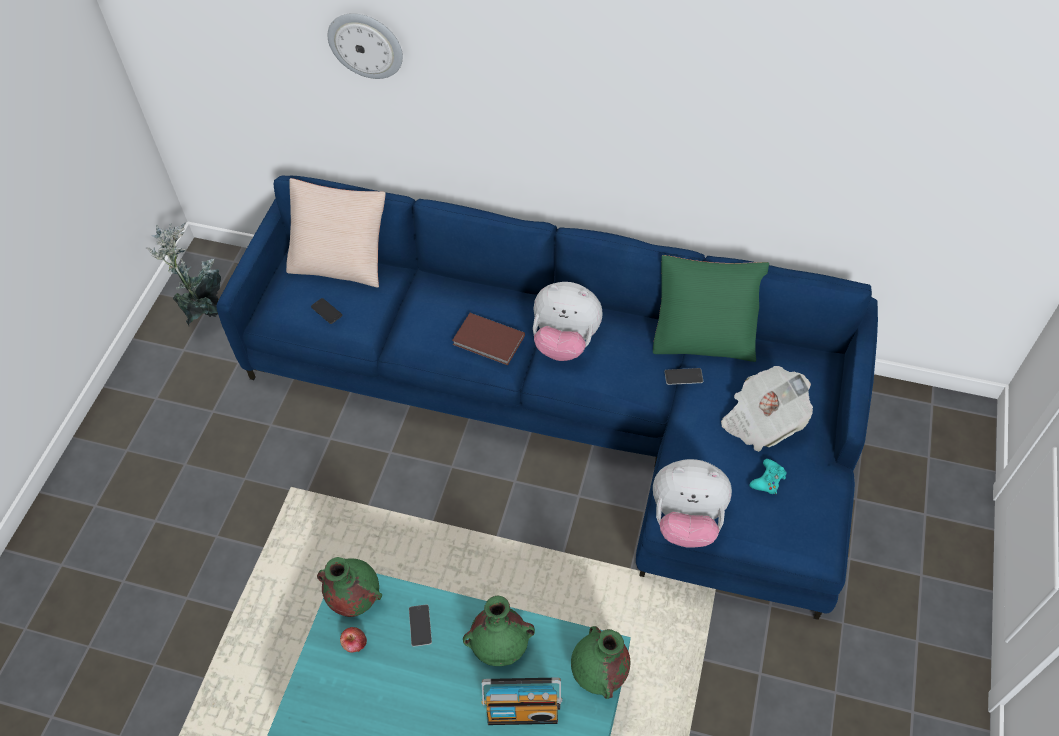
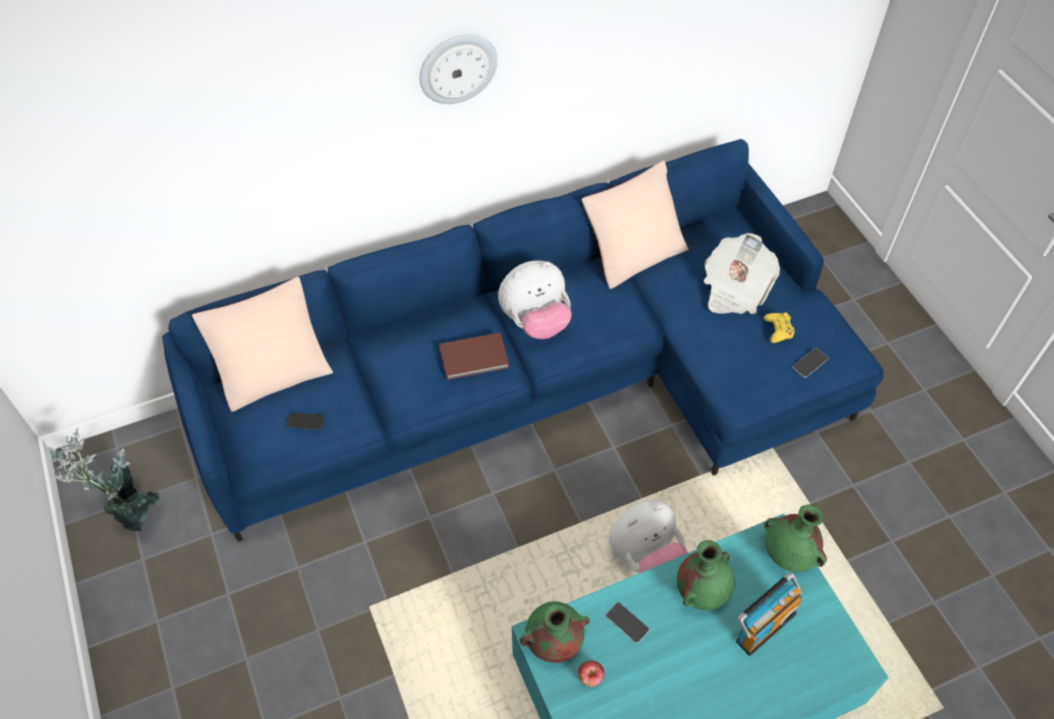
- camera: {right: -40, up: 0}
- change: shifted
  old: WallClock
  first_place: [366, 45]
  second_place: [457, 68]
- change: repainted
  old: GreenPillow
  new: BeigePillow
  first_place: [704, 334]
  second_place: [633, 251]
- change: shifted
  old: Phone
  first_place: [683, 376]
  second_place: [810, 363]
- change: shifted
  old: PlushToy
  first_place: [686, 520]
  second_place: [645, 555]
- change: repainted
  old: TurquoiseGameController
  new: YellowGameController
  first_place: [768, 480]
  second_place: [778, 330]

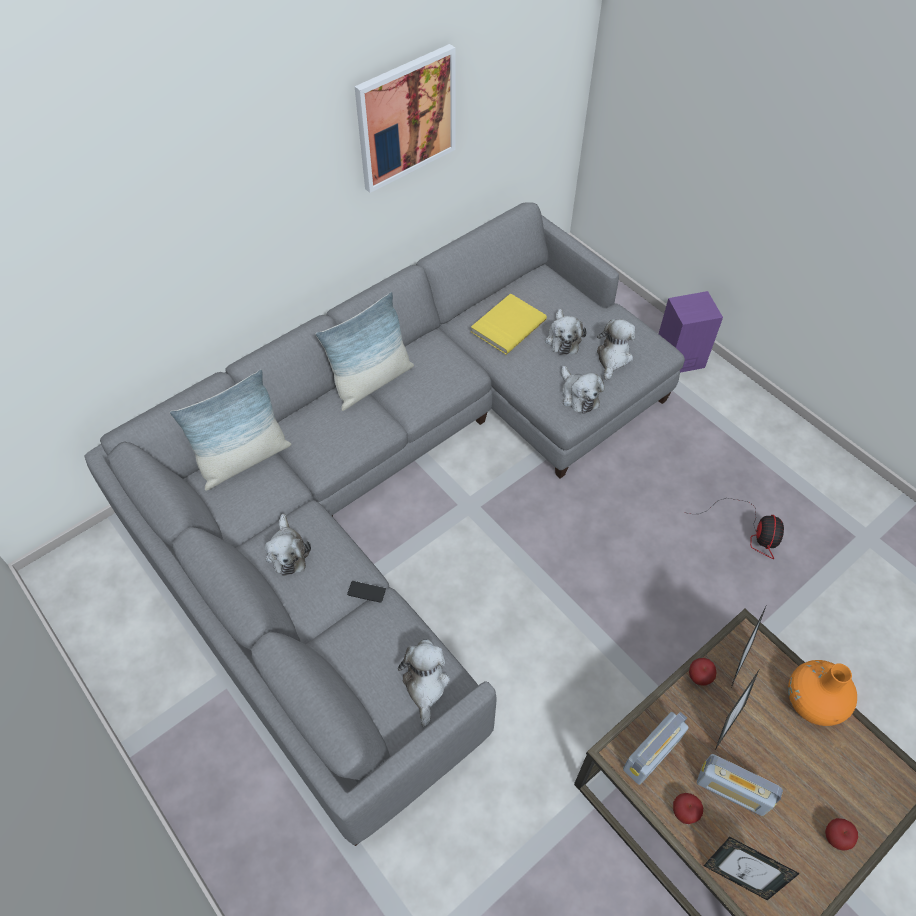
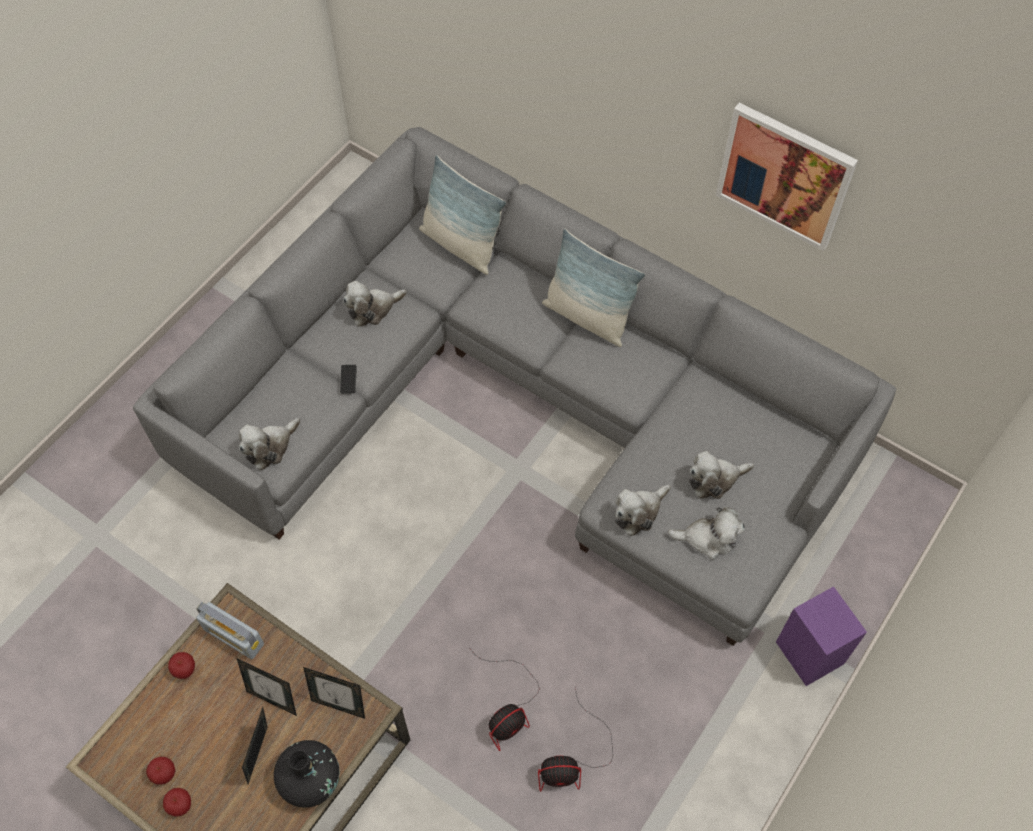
- camera: {right: 75, up: 5}
- change: gone
  old: YellowBook
  first_place: [507, 325]
- change: rotated
  old: PlushToy
  first_place: [425, 685]
  second_place: [270, 447]
  degrees: 150
- change: shifted
  old: Apple
  first_place: [698, 677]
  second_place: [165, 774]
- change: repainted
  old: OrangeVase
  new: BlackVase
  first_place: [812, 702]
  second_place: [310, 780]
- change: gone
  old: Radio
  first_place: [732, 790]
- change: shifted
  old: PictureFrame
  first_place: [736, 877]
  second_place: [262, 756]
- change: new
  new: Fan
  second_place: [508, 709]

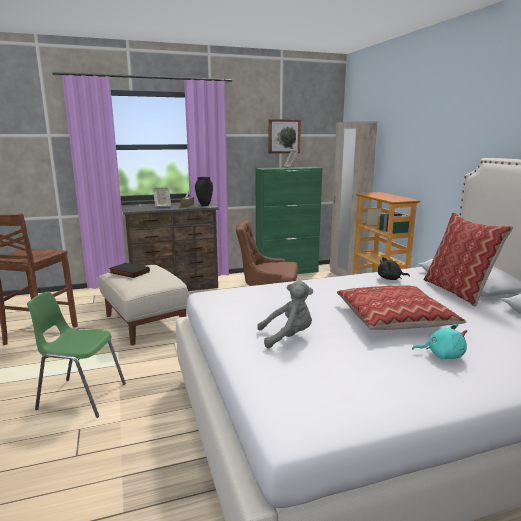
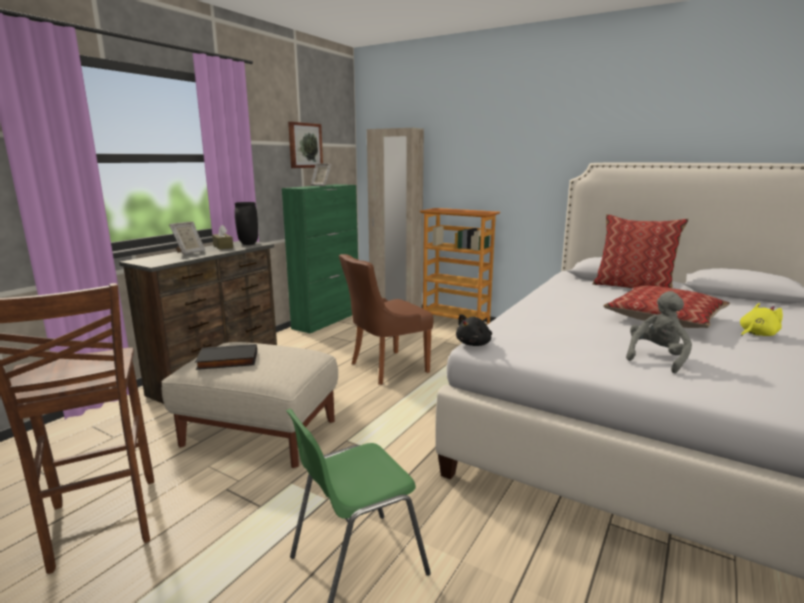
- camera: {right: -40, up: 0}
- change: shifted
  old: BlackPlushToy
  first_place: [390, 279]
  second_place: [474, 344]
- change: repainted
  old: TurquoisePlushToy
  new: YellowPlushToy
  first_place: [442, 355]
  second_place: [756, 334]

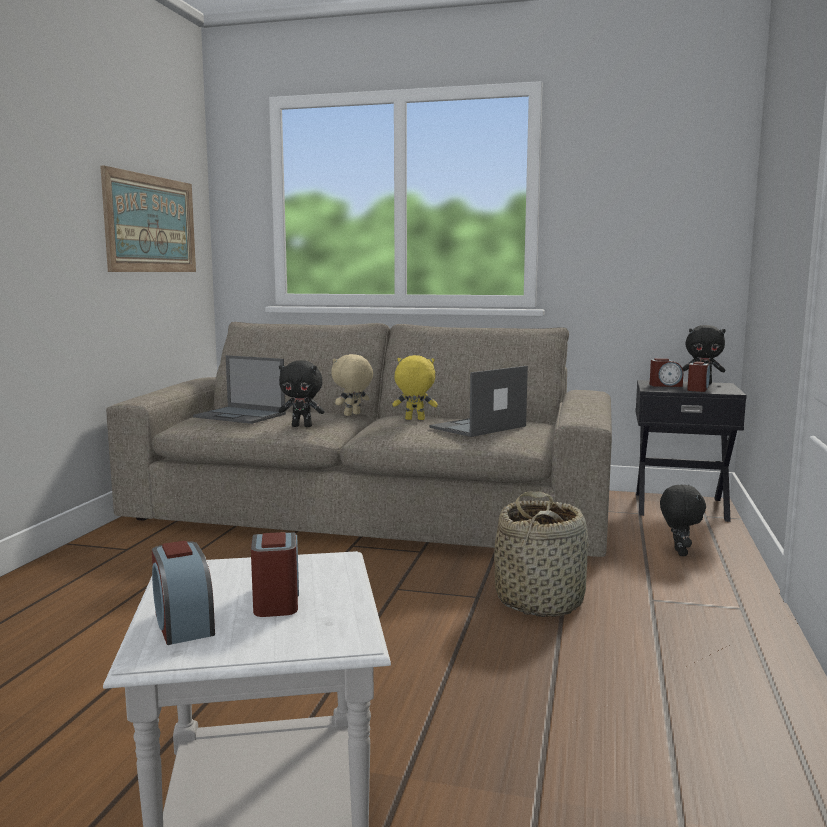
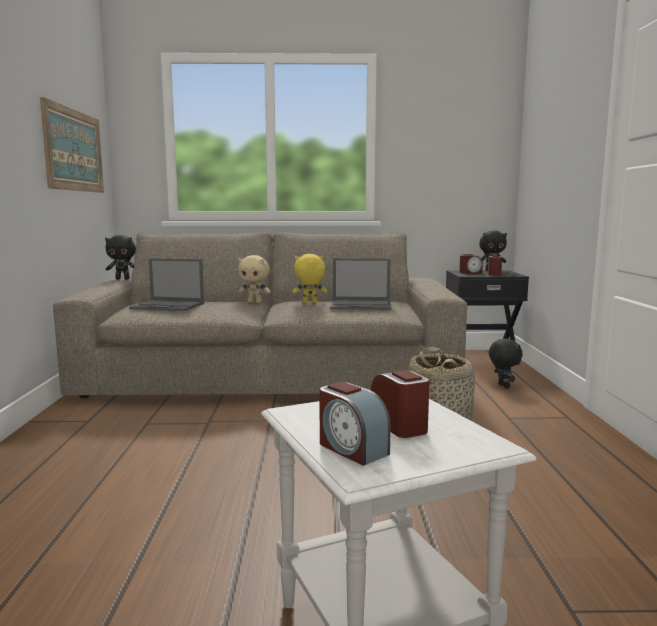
- camera: {right: -15, up: 0}
- change: rotated
  old: BeigePlushToy
  first_place: [352, 415]
  second_place: [255, 302]
  degrees: -105
- change: shifted
  old: BlackPlushToy
  first_place: [302, 426]
  second_place: [123, 279]
- change: rotated
  old: Laptop
  first_place: [477, 427]
  second_place: [361, 305]
  degrees: -120

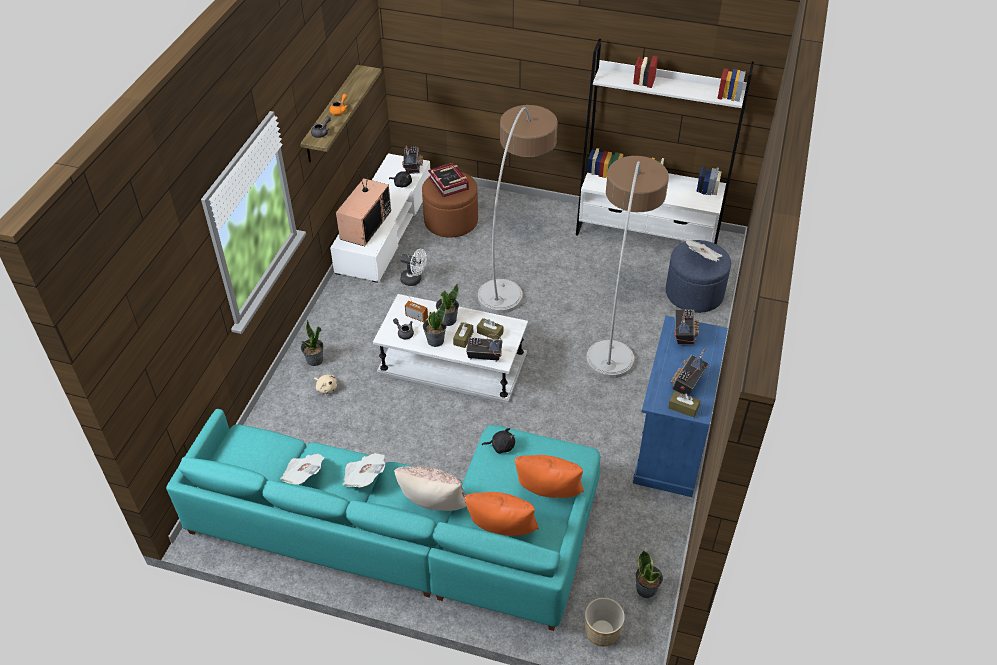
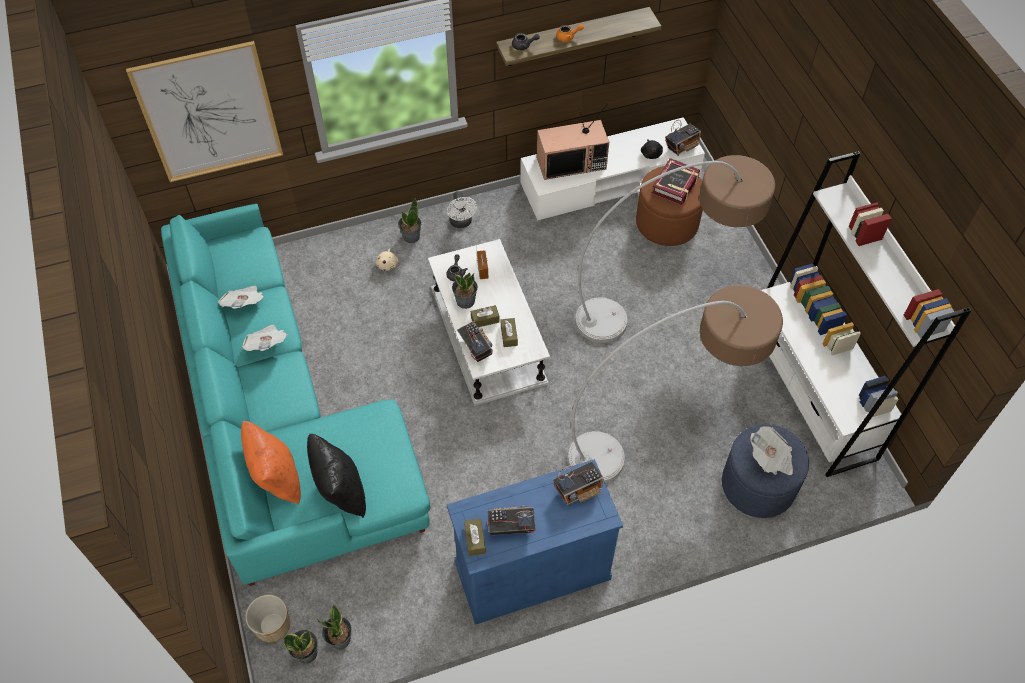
- camera: {right: 55, up: 10}
- change: shifted
  old: WhiteFan
  first_place: [414, 280]
  second_place: [461, 223]
- change: shifted
  old: PottedPlant
  first_place: [447, 320]
  second_place: [306, 652]
- change: gone
  old: BlackPlushToy
  first_place: [501, 446]
- change: repainted
  old: OrangePillow
  new: BlackPillow
  first_place: [548, 494]
  second_place: [340, 491]
- change: gone
  old: BeigePillow
  first_place: [434, 506]
- change: new
  new: Picture
  second_place: [209, 113]

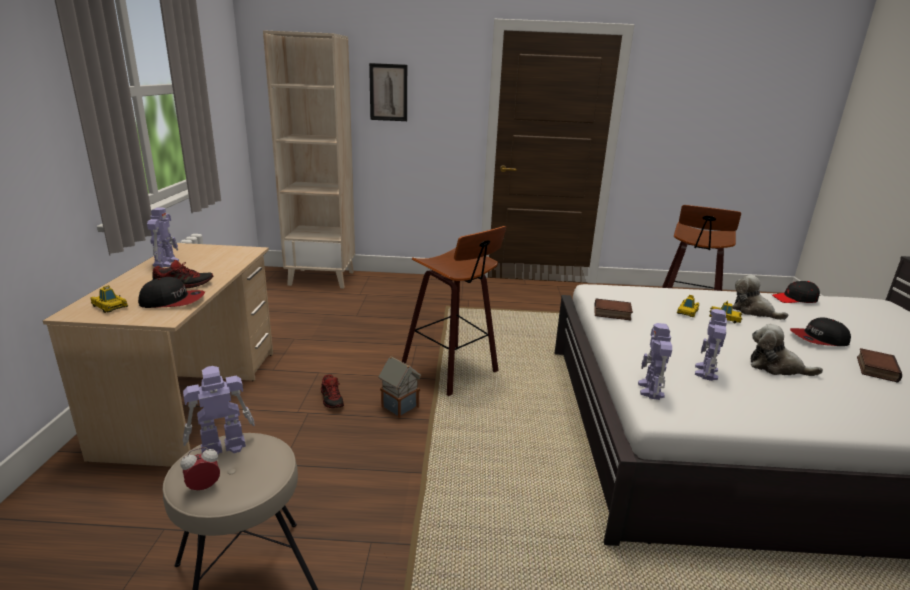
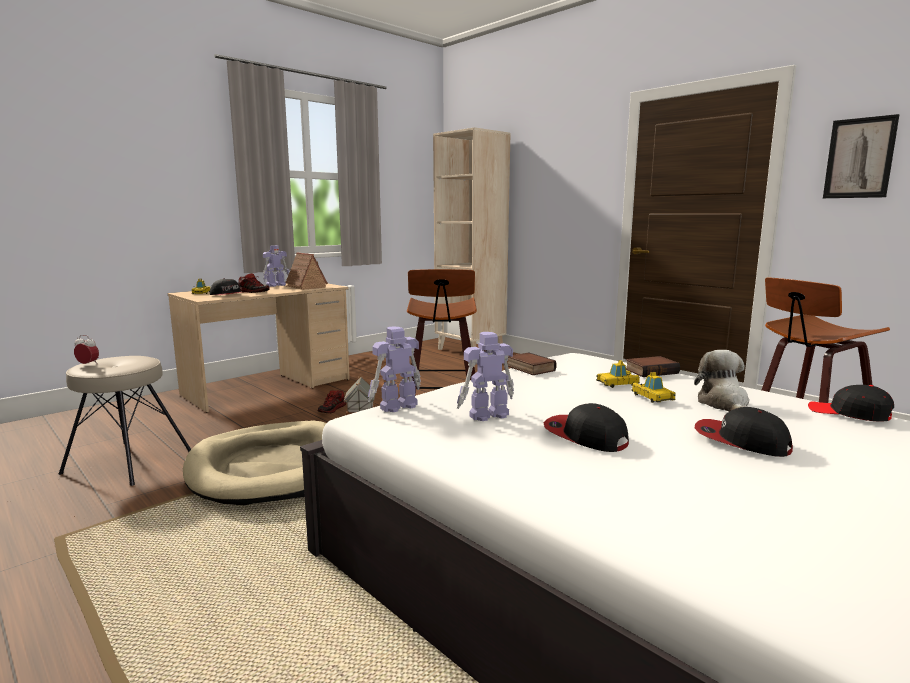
- camera: {right: 45, up: -10}
- change: shifted
  old: Picture
  first_place: [388, 92]
  second_place: [859, 158]
- change: swapped
  old: PlushToy
  new: Cap
  first_place: [776, 367]
  second_place: [585, 436]
- change: shifted
  old: Book
  first_place: [875, 368]
  second_place: [651, 371]
- change: gone
  old: ToyRobot
  first_place: [222, 447]
- change: new
  new: ToyHouse
  second_place: [305, 287]
- change: new
  new: BeigeDogBed
  second_place: [272, 468]

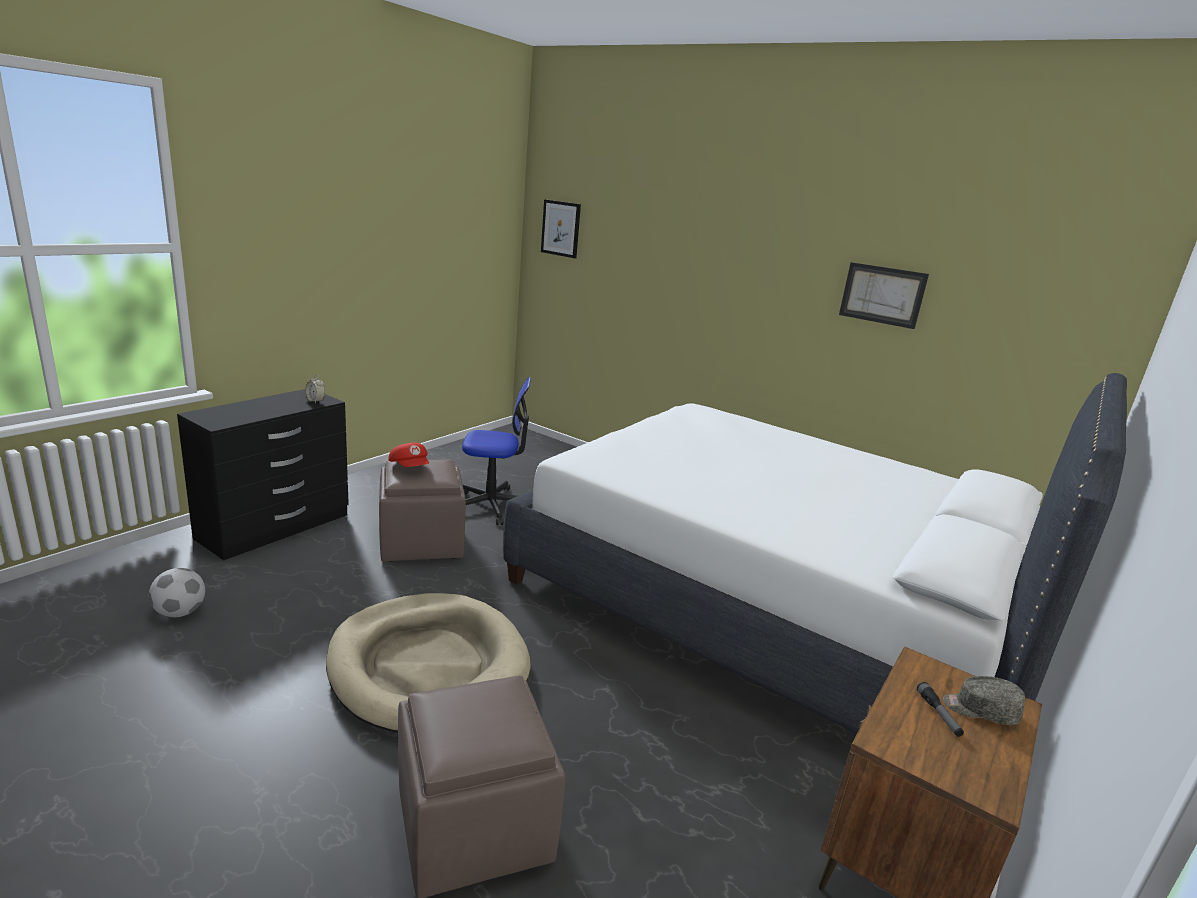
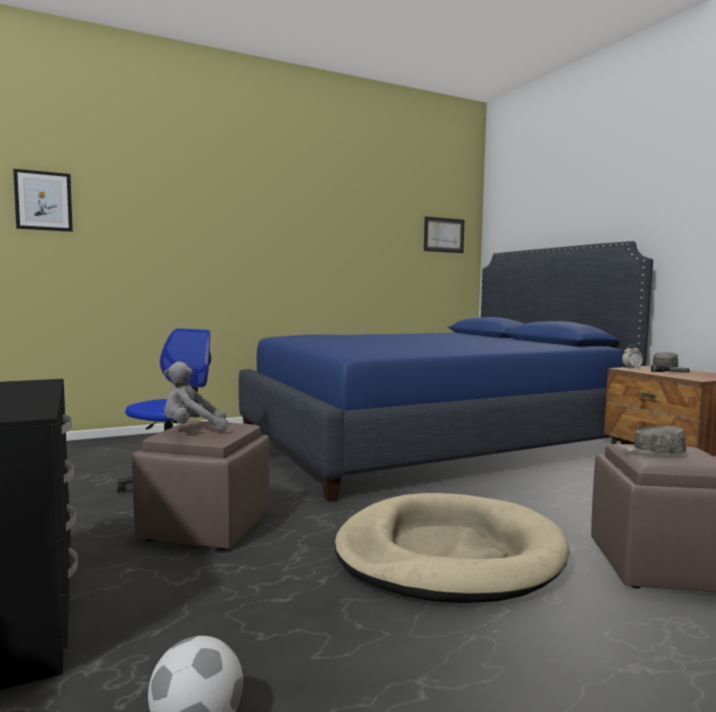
- camera: {right: -60, up: -15}
- change: shifted
  old: Picture
  first_place: [882, 295]
  second_place: [443, 235]
- change: repainted
  old: WhiteBed
  new: BlueBed
  first_place: [770, 605]
  second_place: [430, 441]
- change: shifted
  old: AlarmClock
  first_place: [315, 401]
  second_place: [631, 368]
- change: swapped
  old: RedCap
  new: GreyPlushToy
  first_place: [410, 467]
  second_place: [192, 430]
- change: new
  new: GreyCap
  second_place: [653, 453]

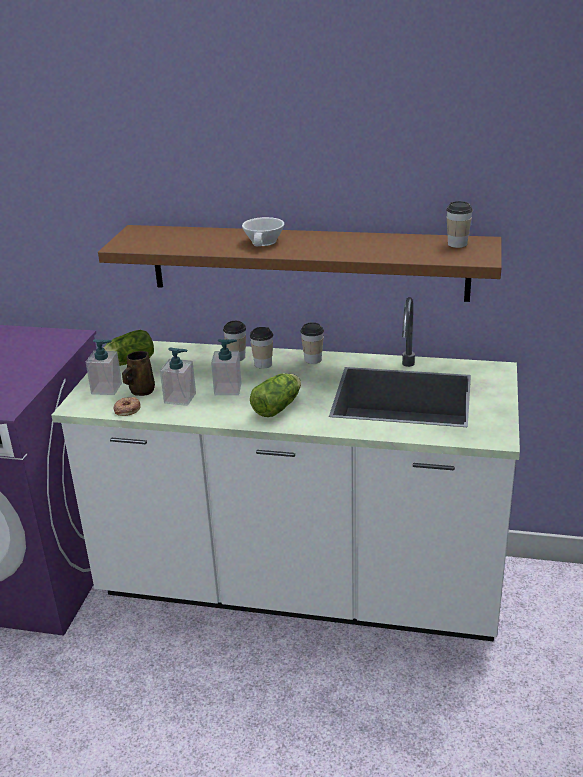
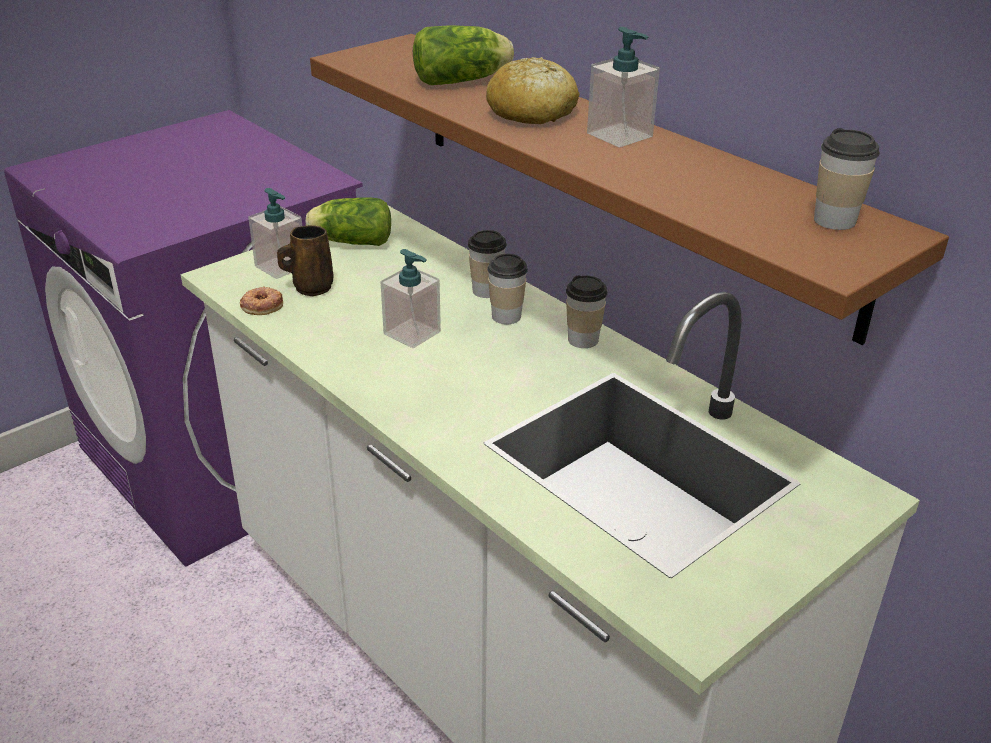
- camera: {right: 35, up: 5}
- change: swapped
  old: WhiteCup
  new: Bread
  first_place: [265, 242]
  second_place: [531, 112]
- change: shifted
  old: SoapDispenser
  first_place: [180, 398]
  second_place: [620, 135]
- change: shifted
  old: Lettuce
  first_place: [279, 406]
  second_place: [464, 80]

